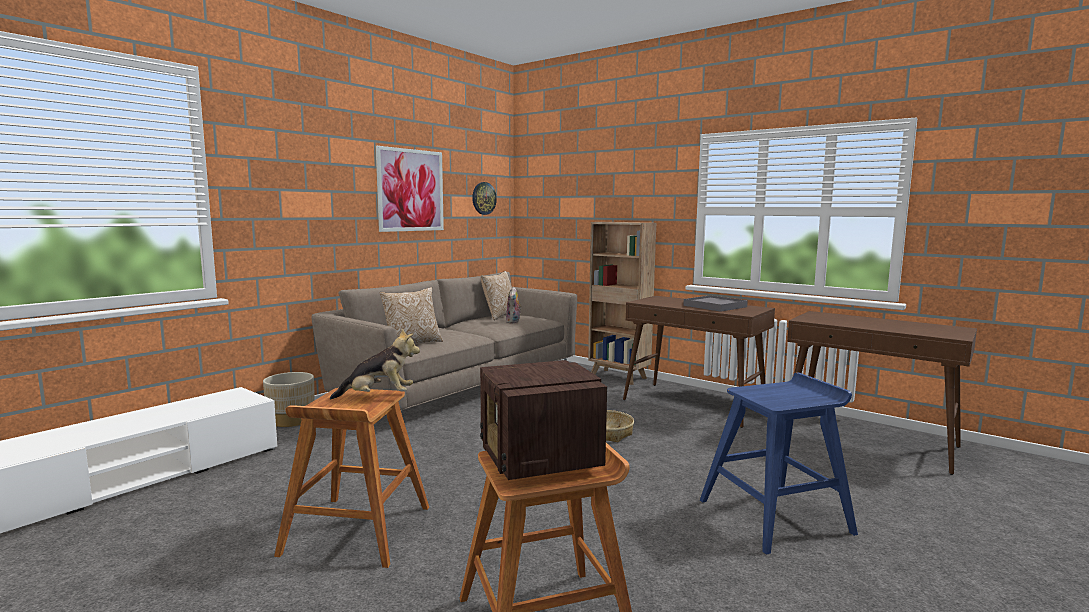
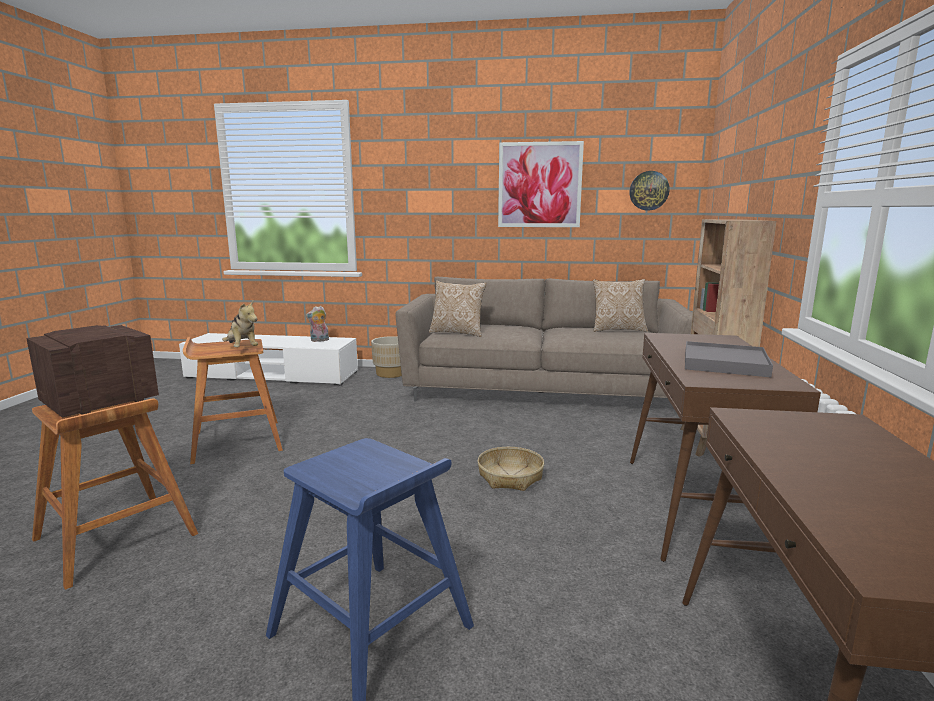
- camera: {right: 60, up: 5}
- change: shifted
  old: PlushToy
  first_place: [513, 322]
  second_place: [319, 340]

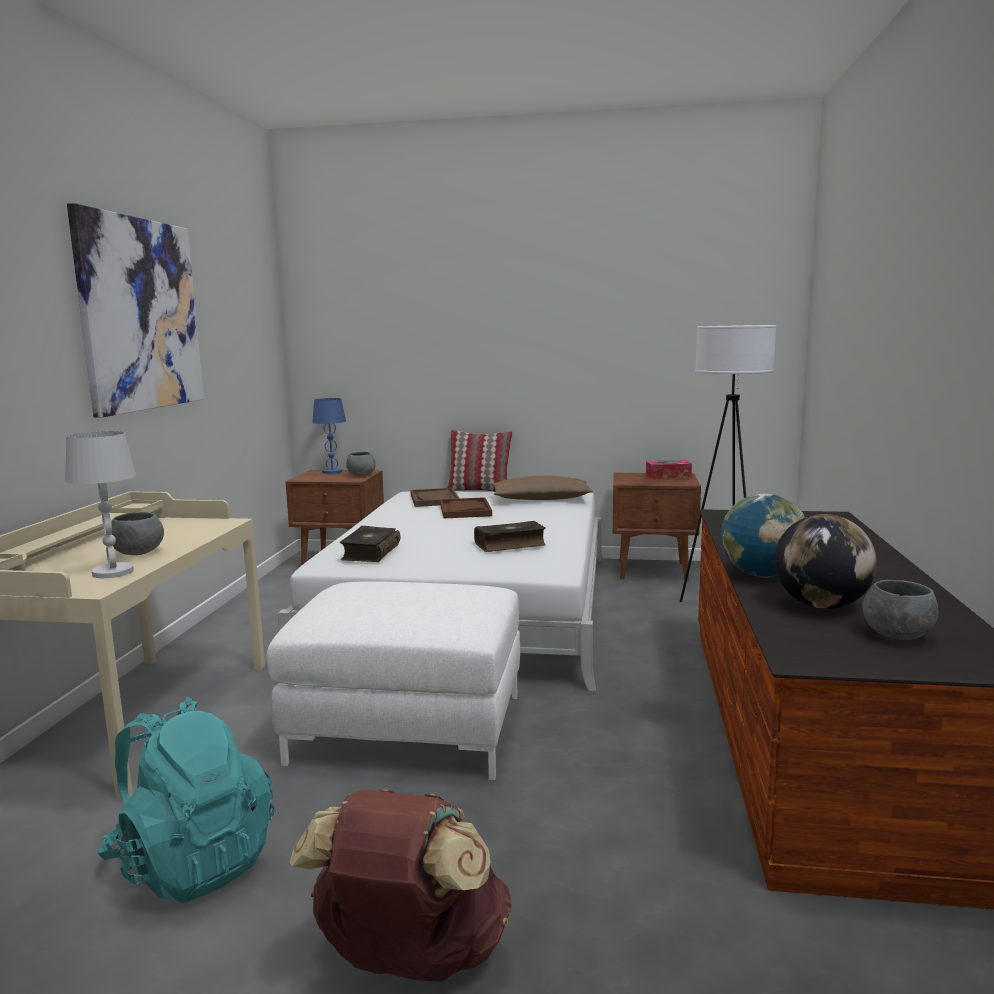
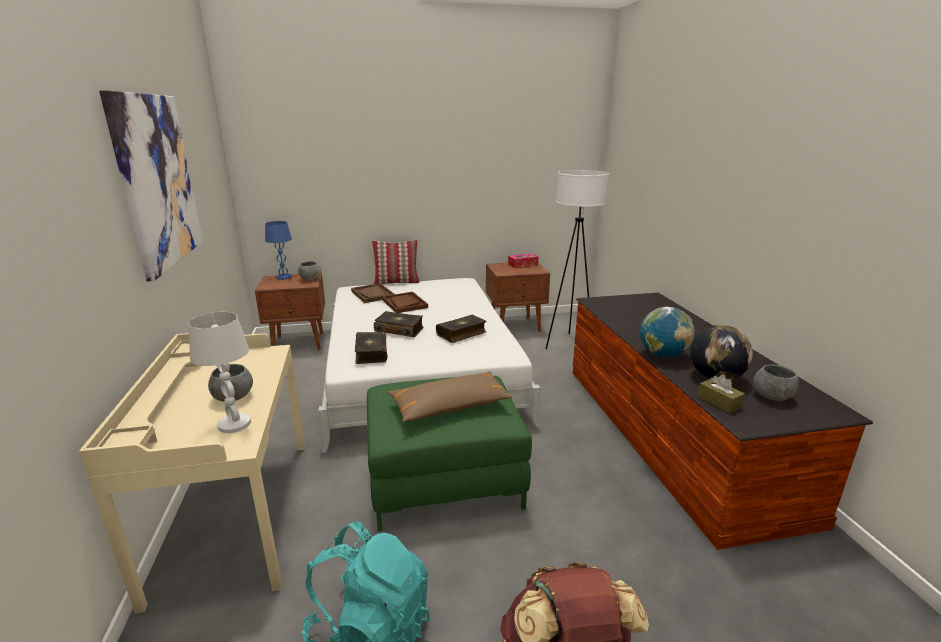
- camera: {right: -20, up: 10}
- change: shifted
  old: BrownPillow
  first_place: [541, 499]
  second_place: [450, 406]
- change: repainted
  old: WhiteOttoman
  new: GreenOttoman
  first_place: [410, 728]
  second_place: [445, 479]
- change: new
  new: Book
  second_place: [399, 329]
- change: new
  new: BrownTissueBox
  second_place: [719, 402]

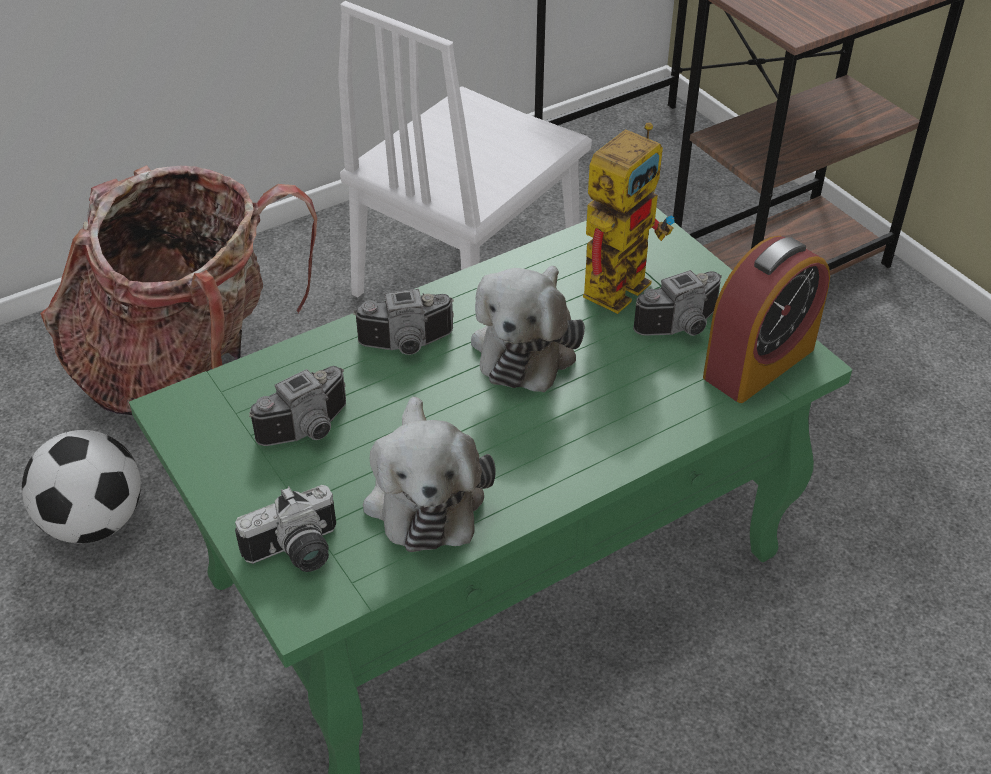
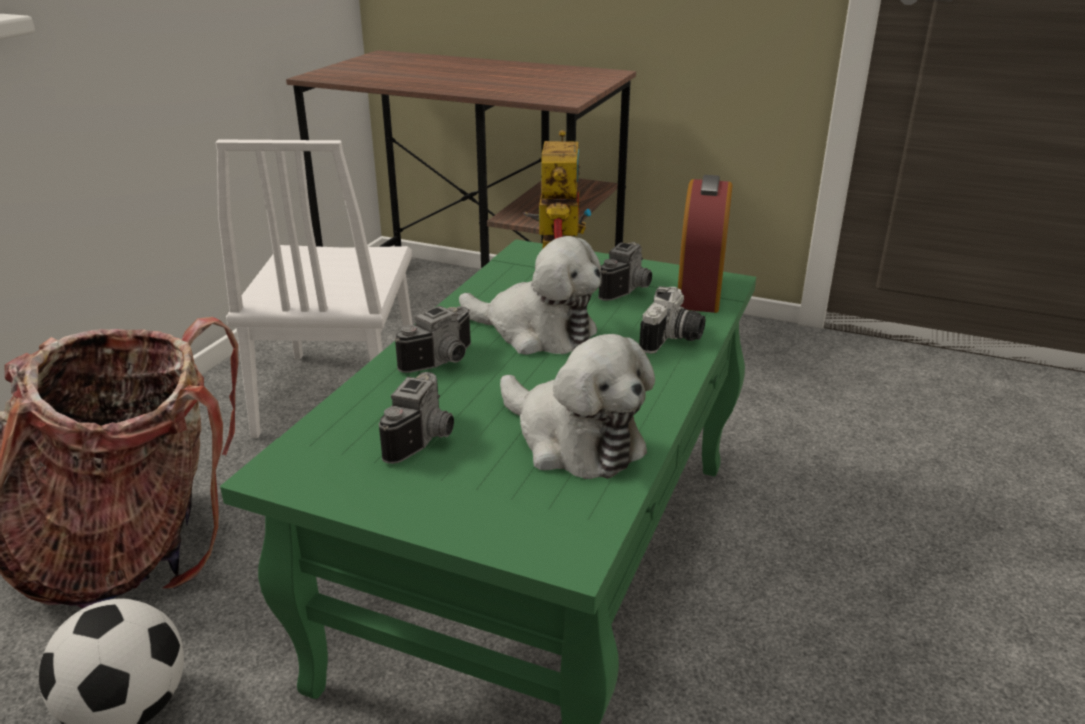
- camera: {right: -35, up: -15}
- change: rotated
  old: PlushToy
  first_place: [527, 345]
  second_place: [536, 332]
  degrees: -45
- change: shifted
  old: PhotoCamera
  first_place: [297, 554]
  second_place: [674, 340]

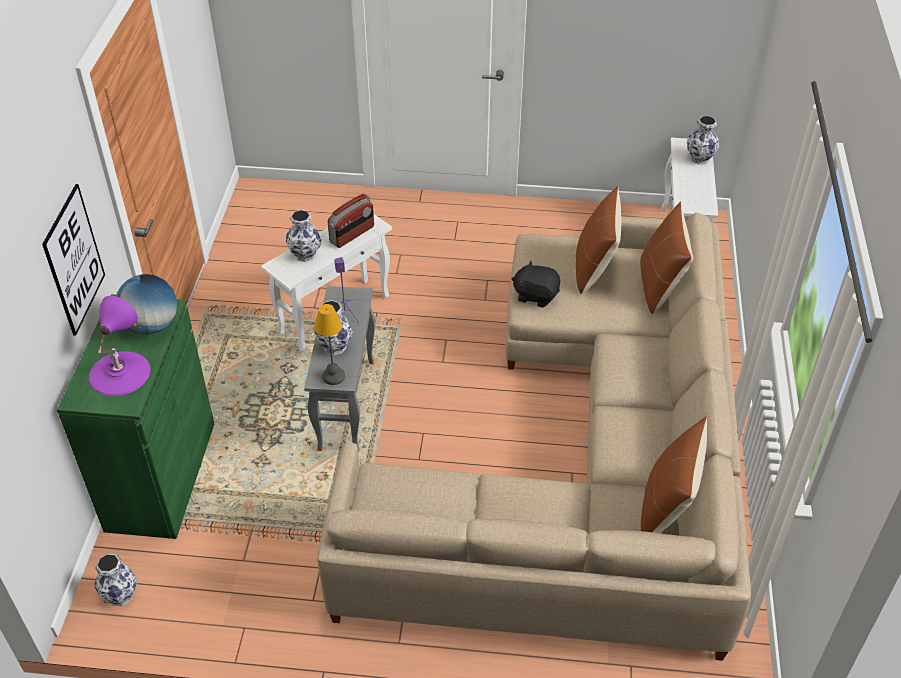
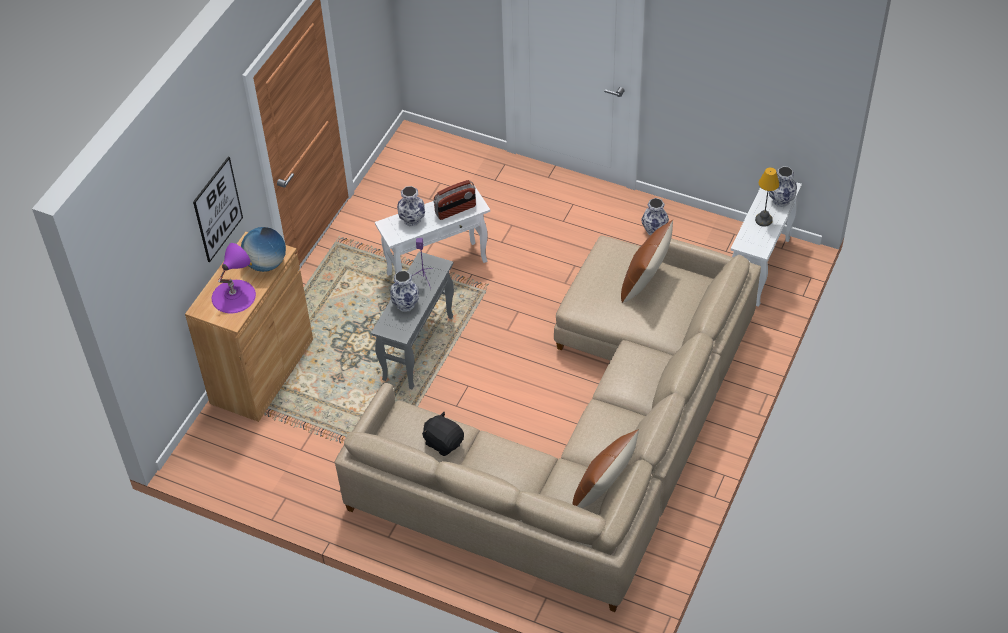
- camera: {right: 20, up: 5}
- change: gone
  old: BrownPillow
  first_place: [659, 286]
- change: shifted
  old: BlackPlushToy
  first_place: [536, 295]
  second_place: [443, 442]
- change: repainted
  old: GreenCabinet
  new: BrownCabinet
  first_place: [161, 476]
  second_place: [262, 371]
- change: shifted
  old: TableLamp
  first_place: [333, 375]
  second_place: [763, 219]
- change: shifted
  old: Vase
  first_place: [121, 595]
  second_place: [654, 230]

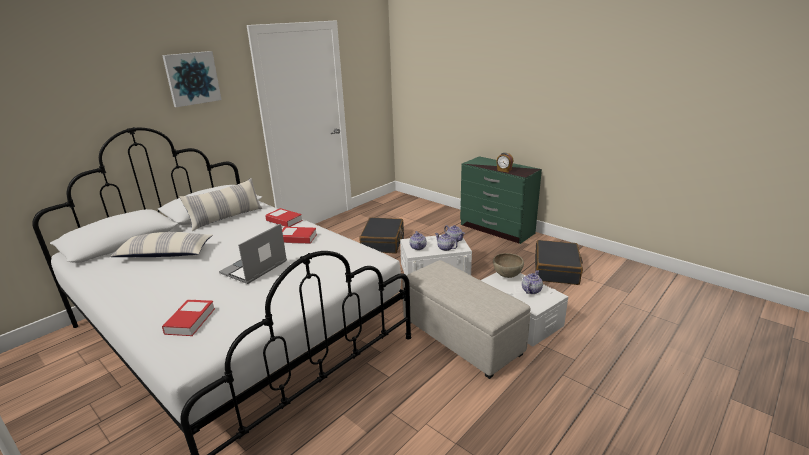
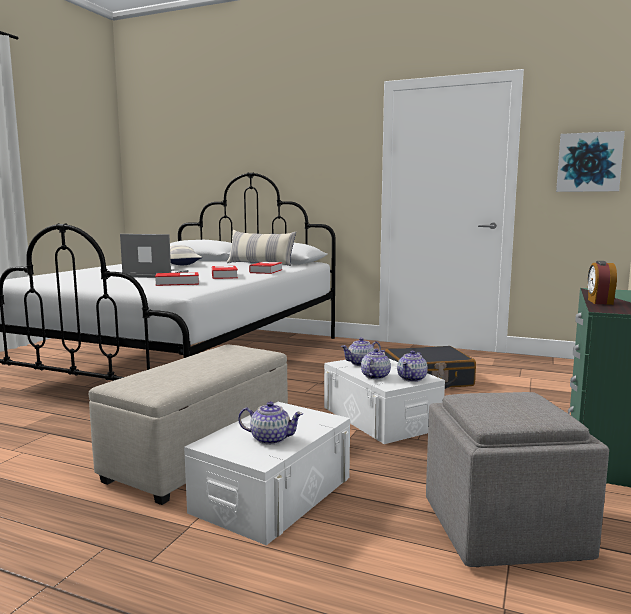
- camera: {right: 70, up: -15}
- change: shifted
  old: Picture
  first_place: [192, 78]
  second_place: [589, 162]
- change: swapped
  old: BlackSuitcase
  new: GreyOttoman
  first_place: [556, 270]
  second_place: [504, 529]
- change: gone
  old: BrownBowl
  first_place: [507, 276]
- change: shifted
  old: Book
  first_place: [190, 321]
  second_place: [177, 283]

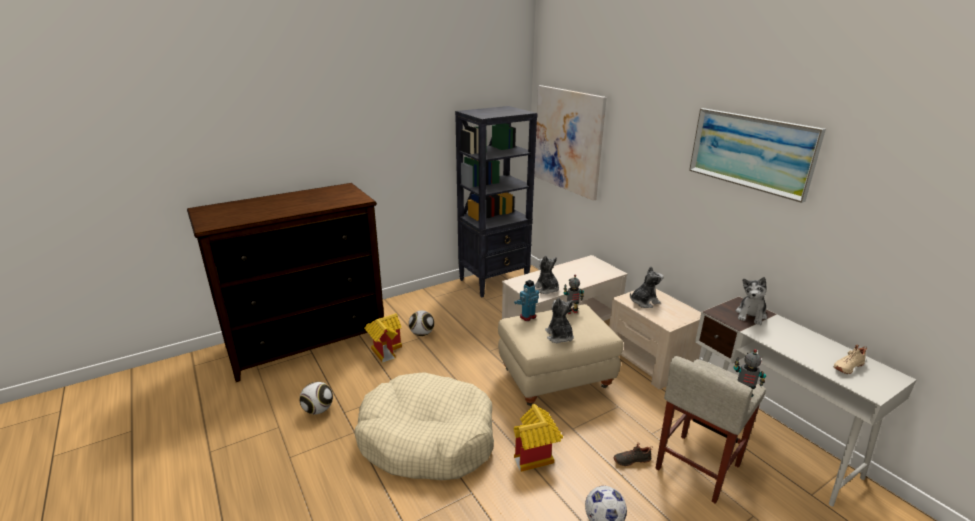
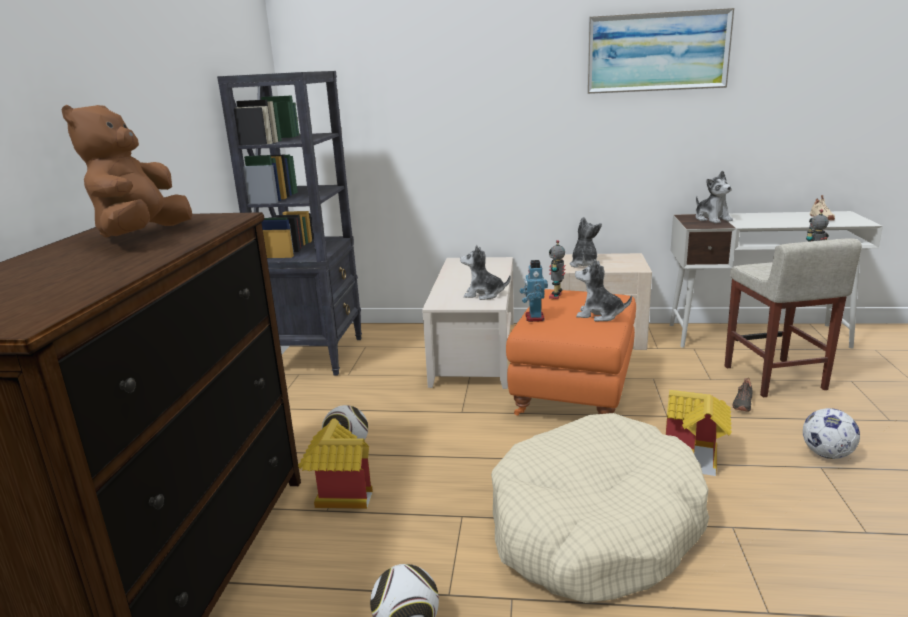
- camera: {right: -50, up: -5}
- change: gone
  old: Picture
  first_place: [567, 140]
- change: repainted
  old: BeigeOttoman
  new: OrangeOttoman
  first_place: [555, 381]
  second_place: [574, 394]
- change: new
  new: BrownPlushToy
  second_place: [142, 236]

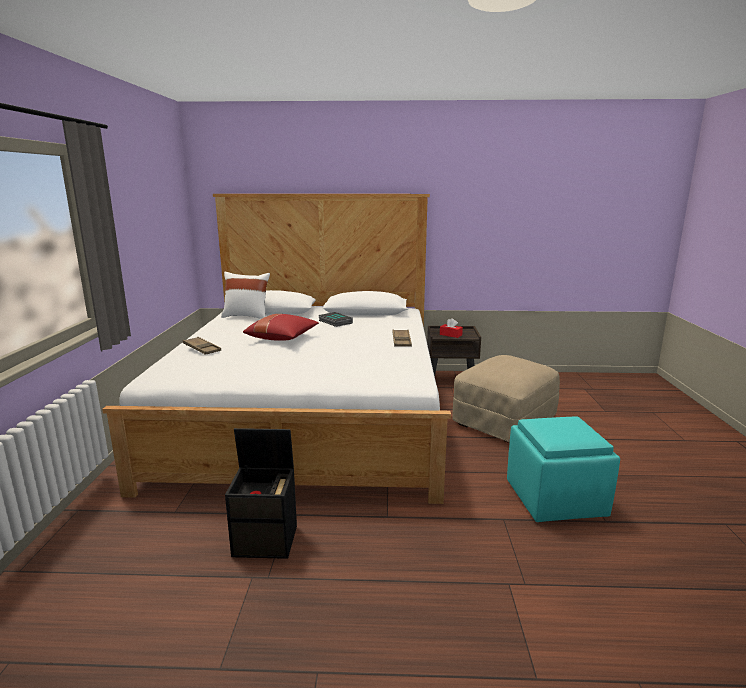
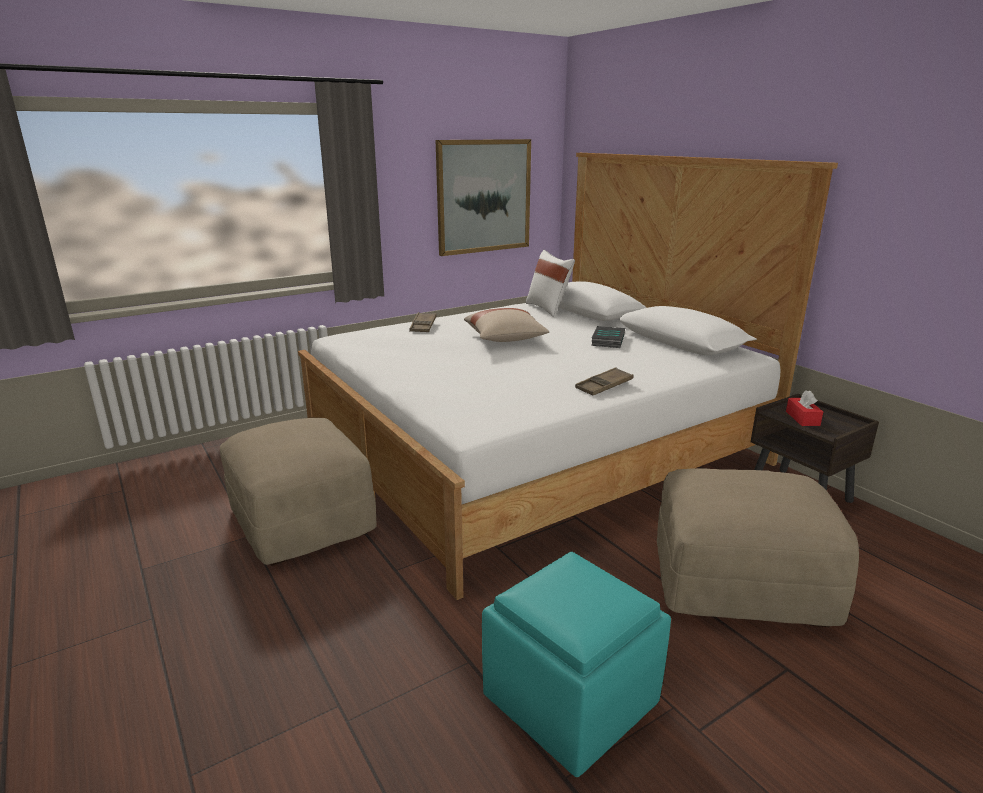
- camera: {right: 55, up: 5}
- change: repainted
  old: RedPillow
  new: BeigePillow
  first_place: [282, 338]
  second_place: [505, 339]
- change: swapped
  old: BlackStorageBox
  new: BeigeOttoman
  first_place: [267, 540]
  second_place: [302, 520]
- change: new
  new: Picture
  second_place: [484, 196]

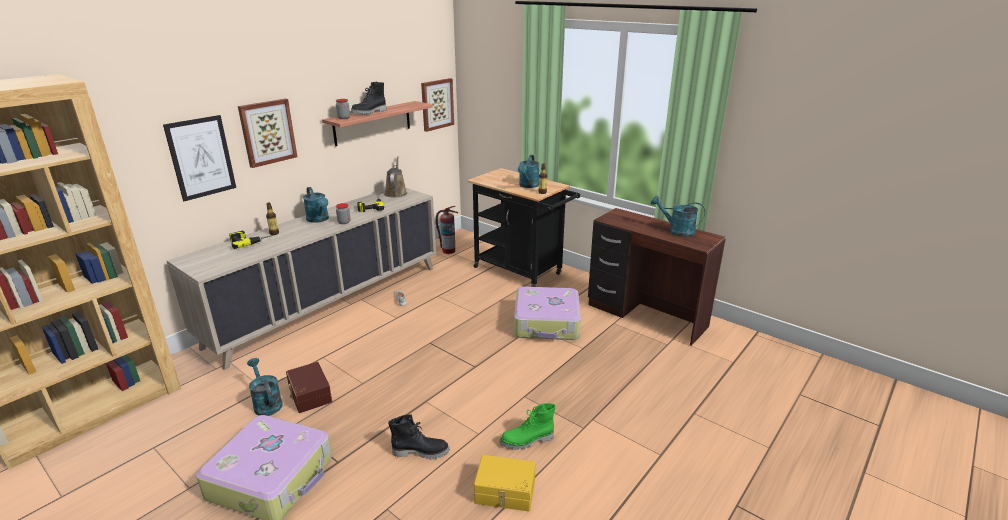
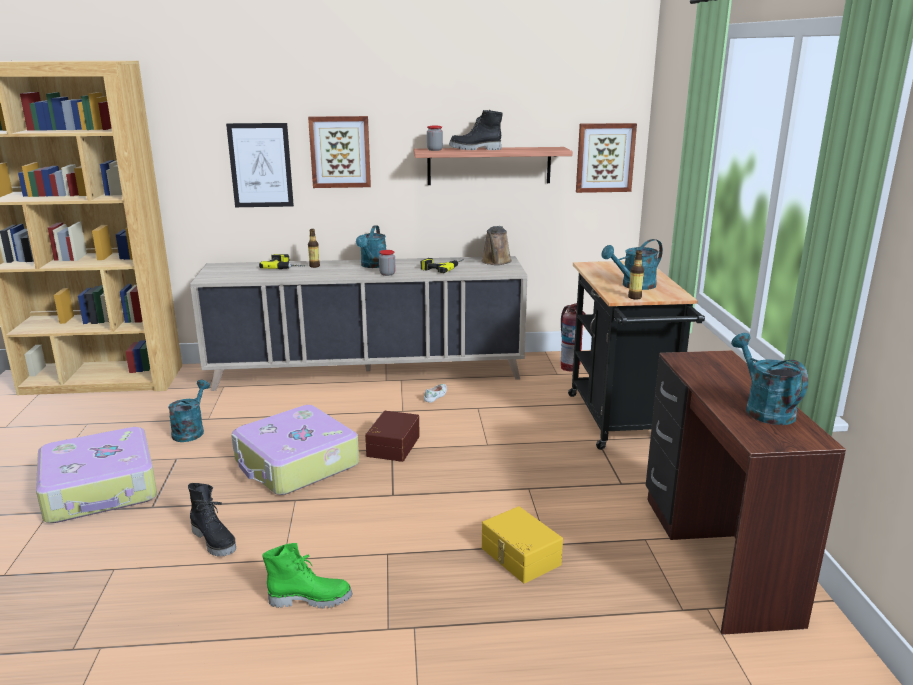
- camera: {right: 45, up: -5}
- change: rotated
  old: BrownWateringCan
  first_place: [396, 192]
  second_place: [496, 262]
  degrees: 150
- change: shifted
  old: Suitcase
  first_place: [547, 323]
  second_place: [296, 464]
- change: shifted
  old: BrownStorageBox
  first_place: [309, 395]
  second_place: [392, 446]
- change: rotated
  old: GreenBoot
  first_place: [527, 441]
  second_place: [310, 599]
  degrees: 150
- change: shifted
  old: YellowStorageBox
  first_place: [505, 492]
  second_place: [519, 557]

